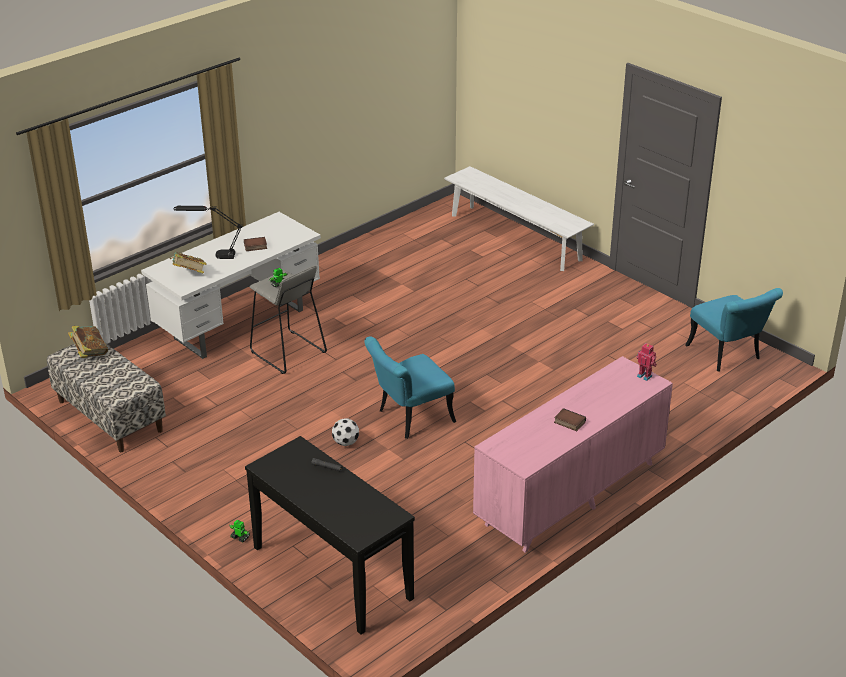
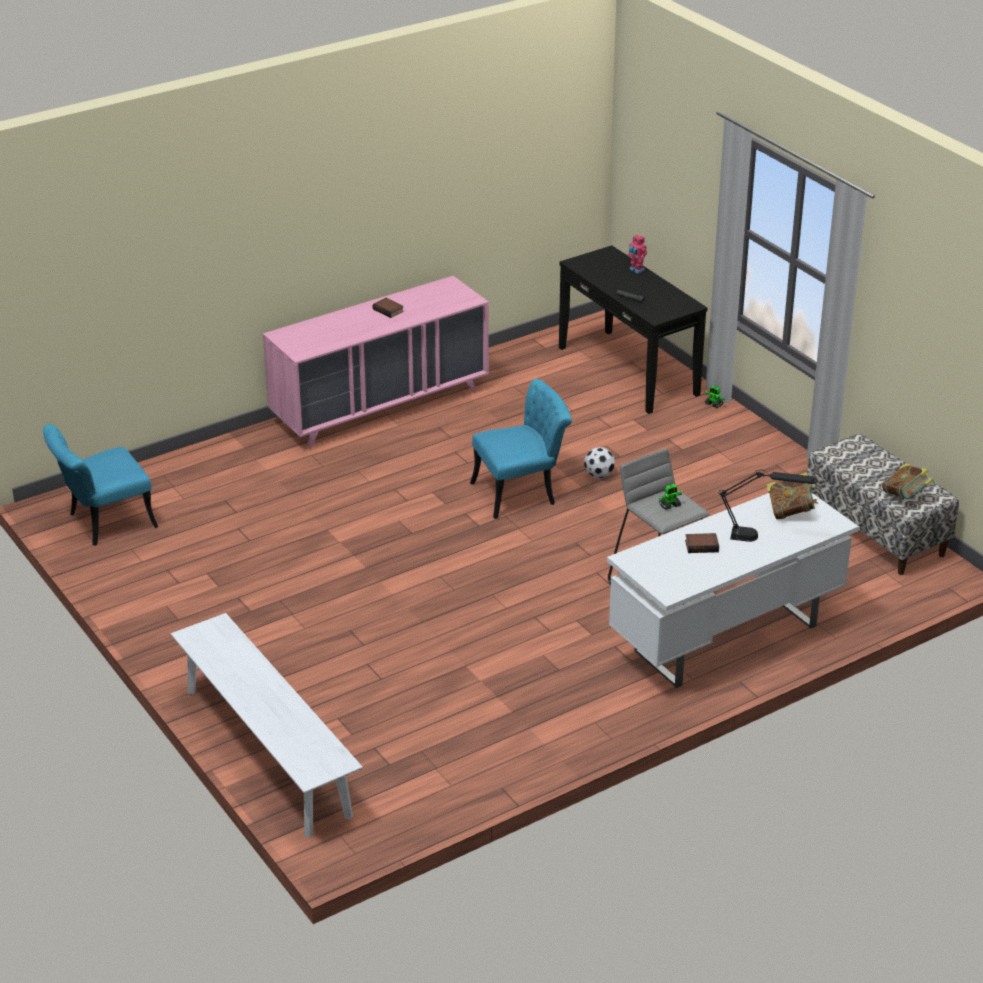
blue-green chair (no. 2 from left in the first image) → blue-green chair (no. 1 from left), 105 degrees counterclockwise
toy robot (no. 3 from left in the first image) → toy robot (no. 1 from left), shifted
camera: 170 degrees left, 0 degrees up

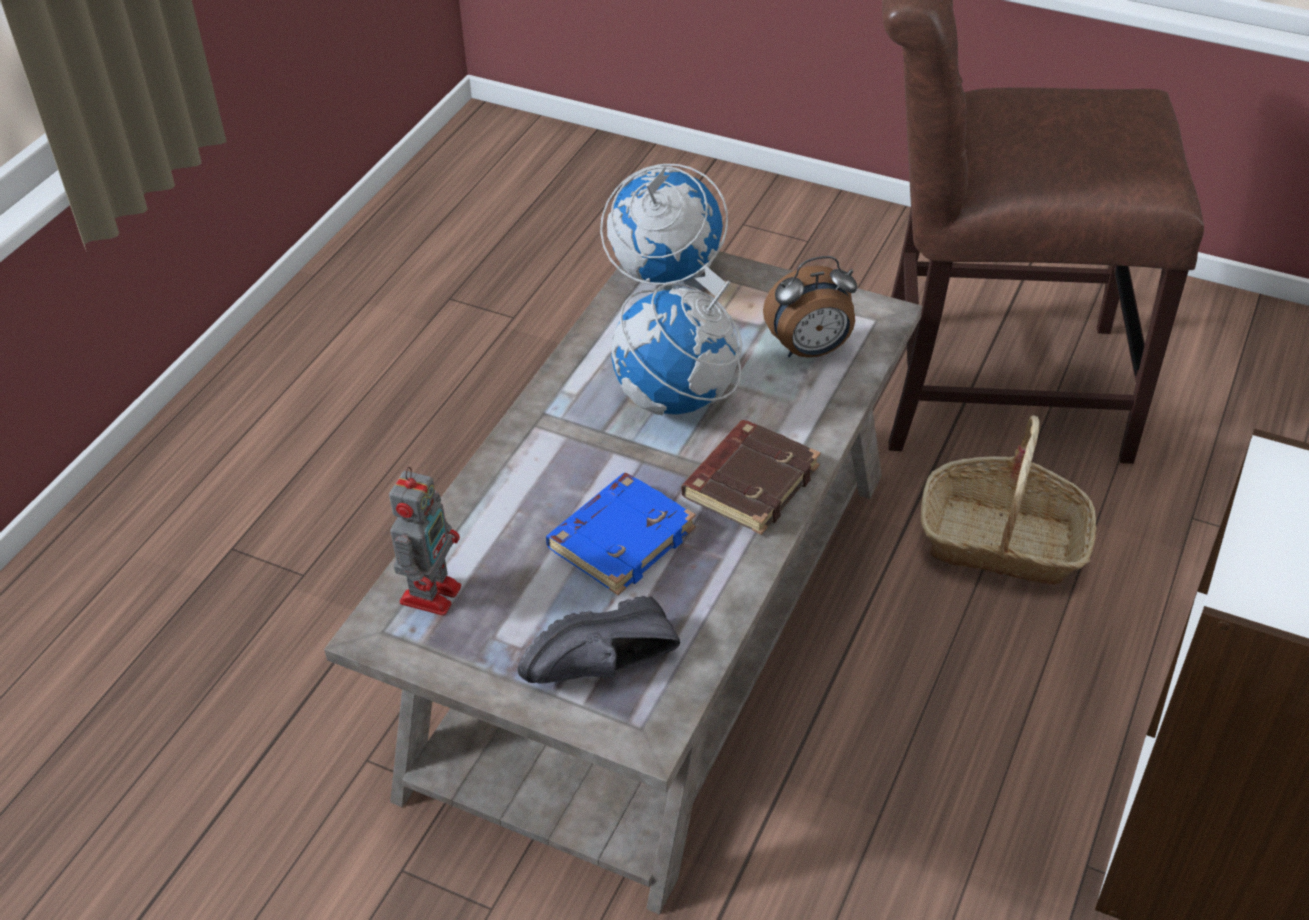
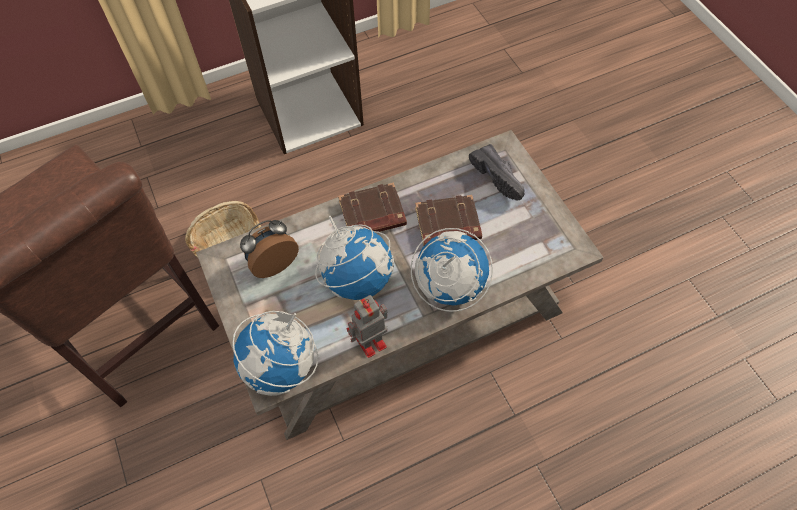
table clock, 60 degrees counterclockwise
toy robot, shifted
- → world globe (no. 3 from left)
blue bound book → brownish bound book (no. 2 from left)
blackish shoe, 45 degrees clockwise
camera: 140 degrees left, 15 degrees up

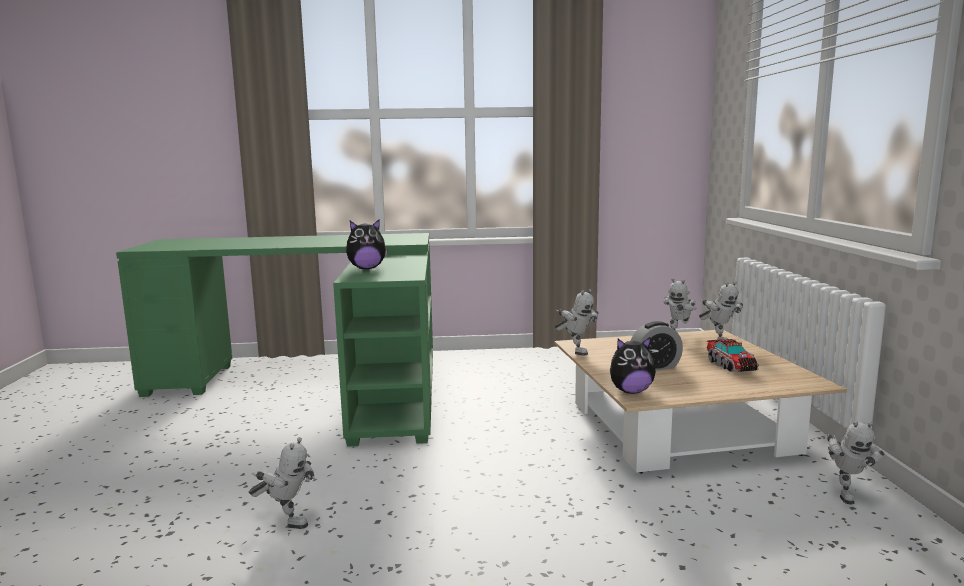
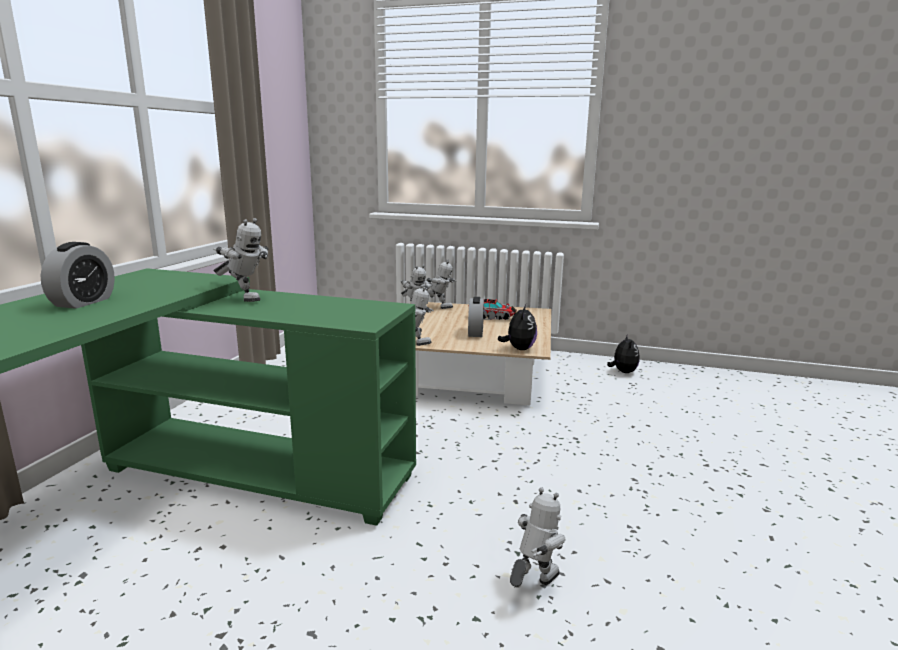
- → table clock (no. 1 from left)
toy robot (no. 5 from left in the first image) → toy robot (no. 1 from left), shifted
plush toy (no. 1 from left in the first image) → plush toy (no. 2 from left), shifted
camera: 70 degrees left, 5 degrees up

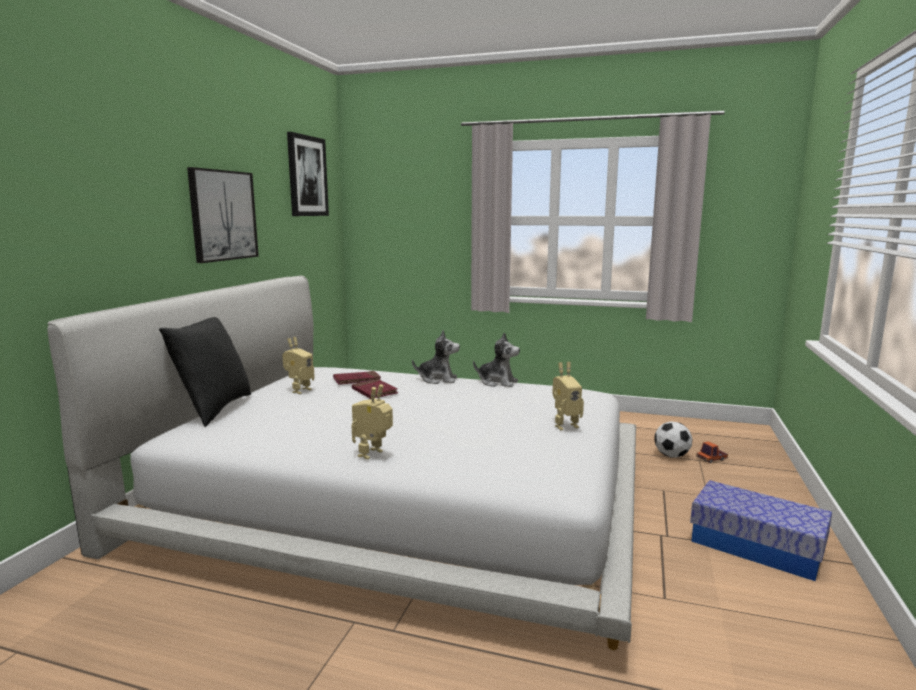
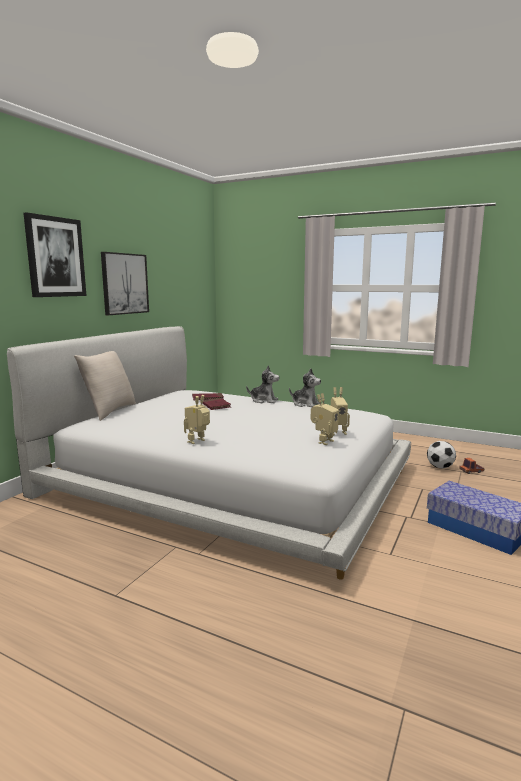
picture (no. 2 from left in the first image) → picture (no. 1 from left), shifted
blackish pillow → sand-coloured pillow
toy robot (no. 1 from left in the first image) → toy robot (no. 2 from left), shifted
camera: 10 degrees right, 0 degrees up

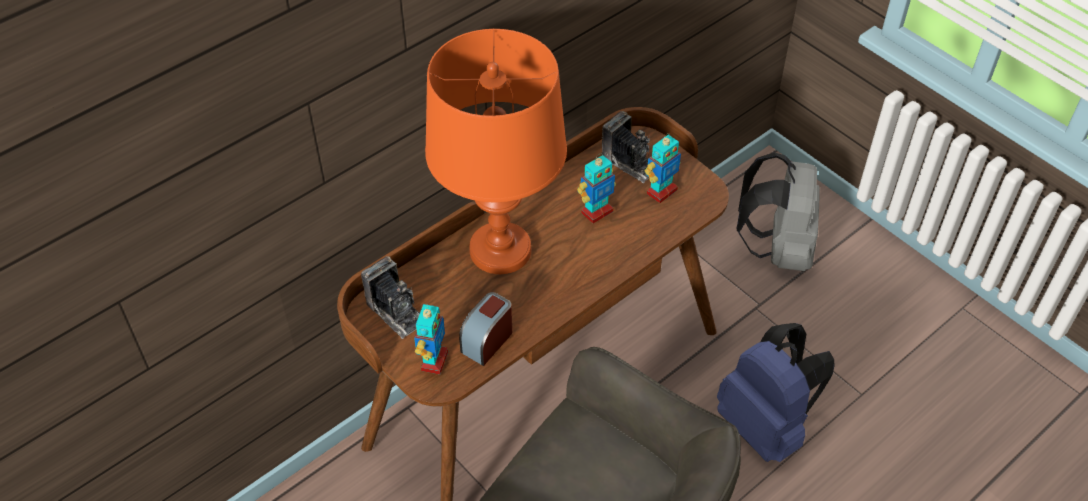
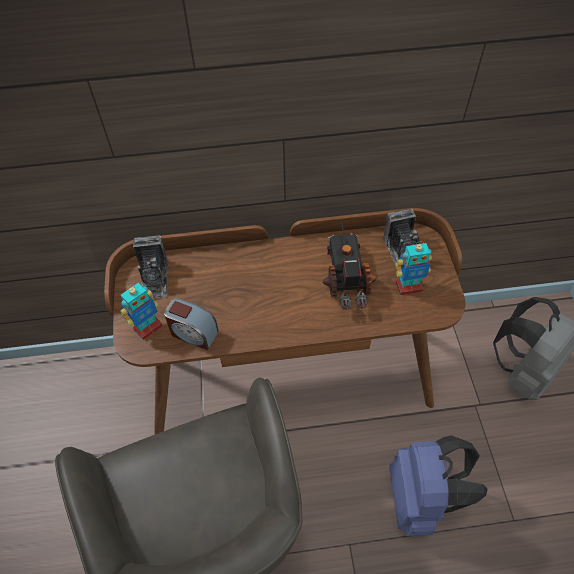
table clock, 135 degrees counterclockwise
toy robot (no. 2 from left) → model truck
orange lamp for a table → -
camera: 35 degrees right, 5 degrees up

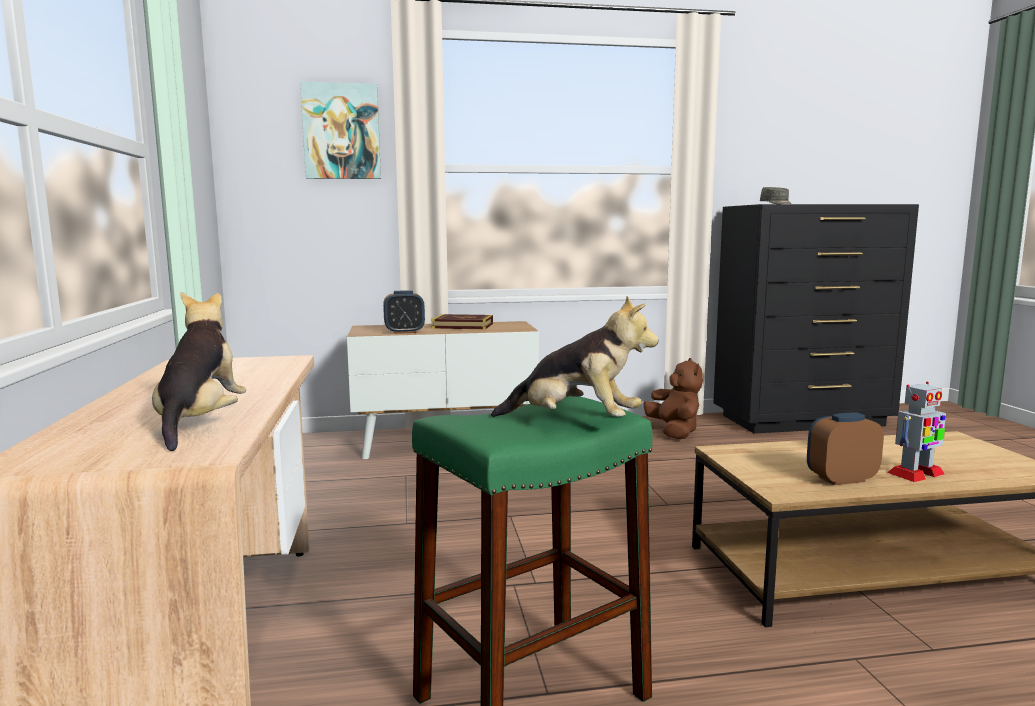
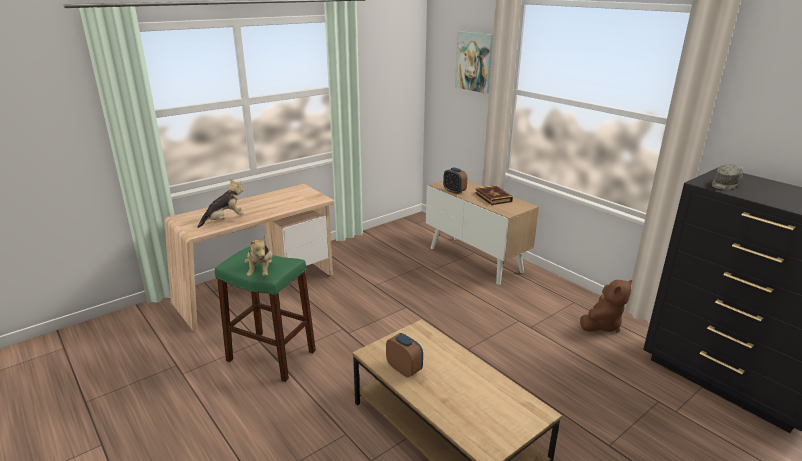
toy robot → -
camera: 60 degrees right, 15 degrees up

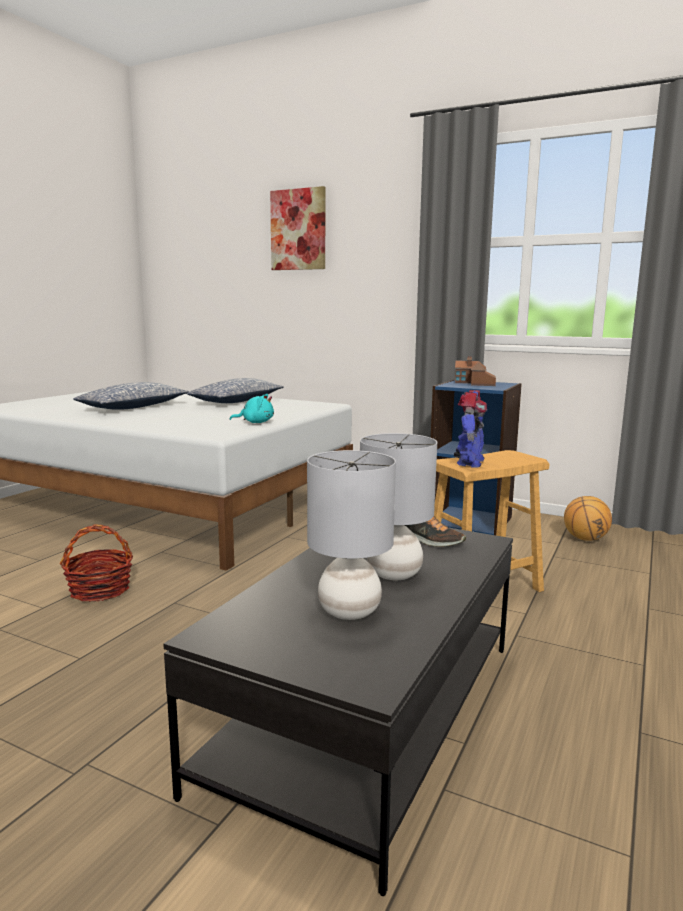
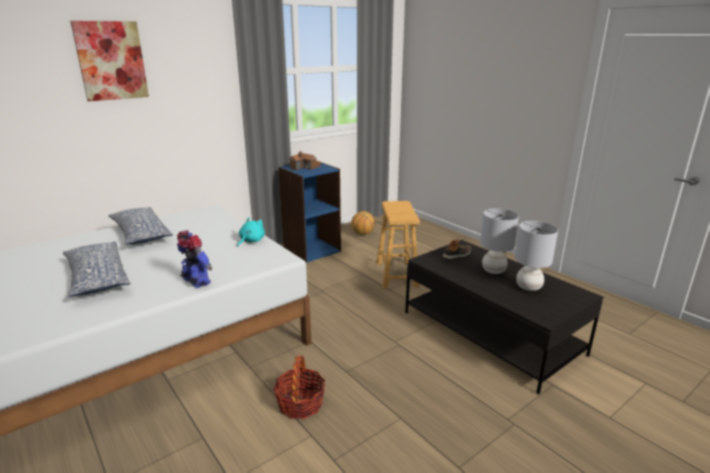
toy robot, shifted
camera: 65 degrees left, 10 degrees up

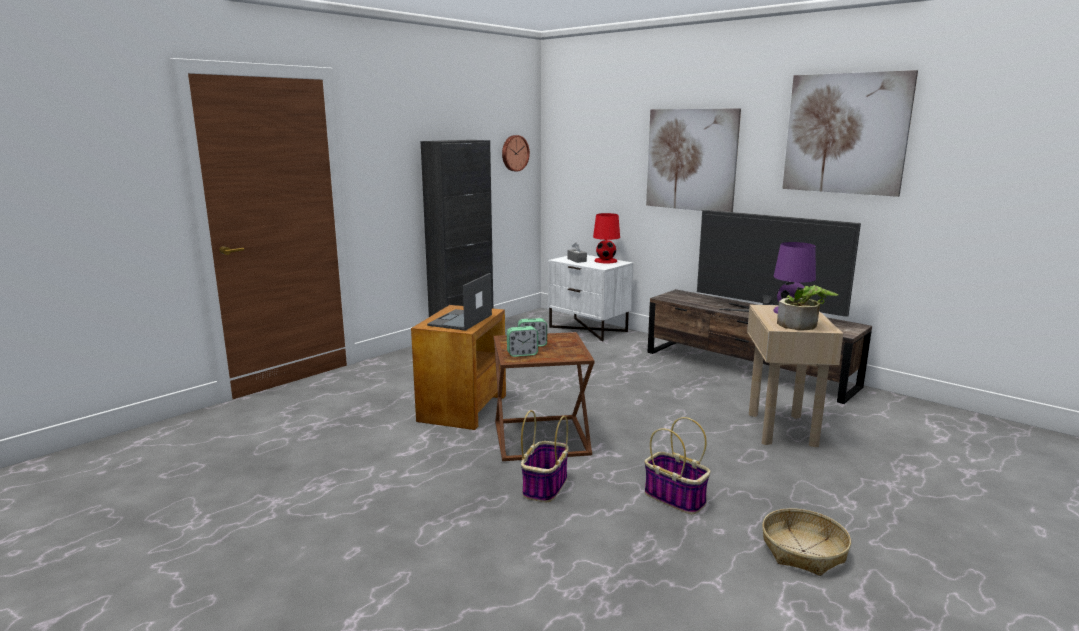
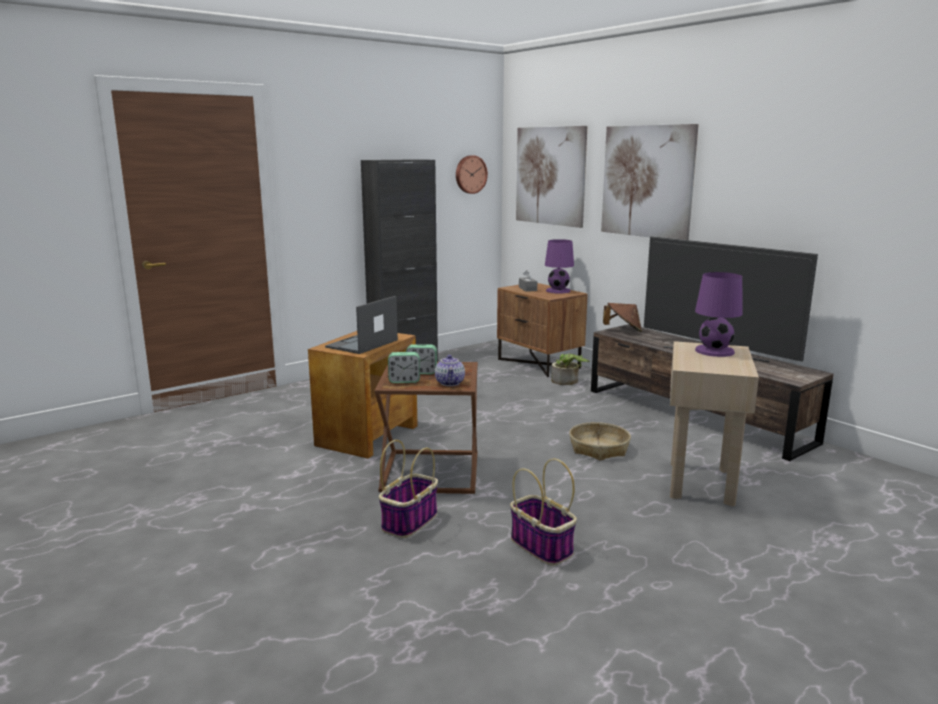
- → teapot
whitish night table → brownish night table
picture (no. 2 from left in the first image) → picture (no. 1 from left), shifted
red-coloured lamp for a table → purple lamp for a table (no. 1 from left)
houseplant, shifted
storage basket (no. 3 from left), shifted
- → brownish hat
camera: 10 degrees right, 0 degrees up

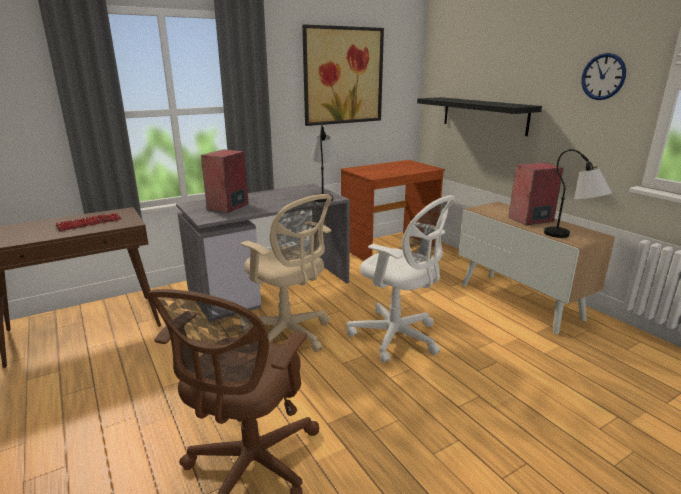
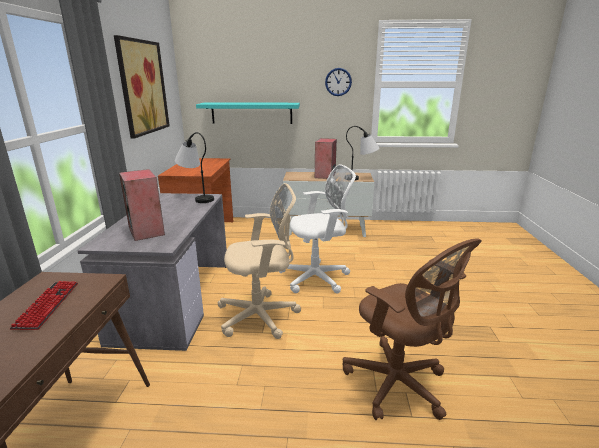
blackish bracket shelf → blue-green bracket shelf
camera: 55 degrees left, 0 degrees up

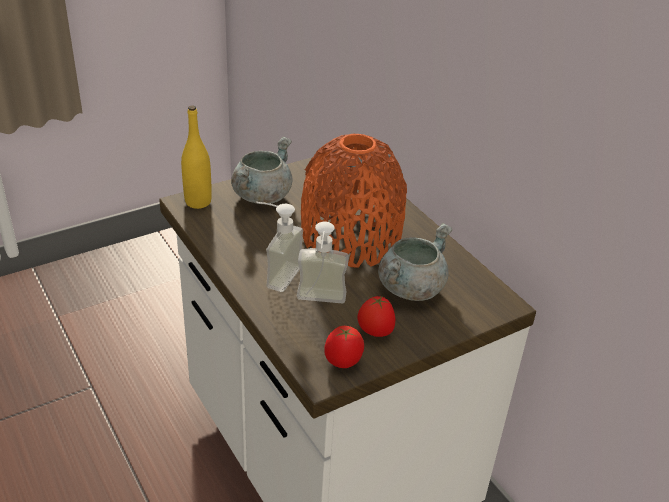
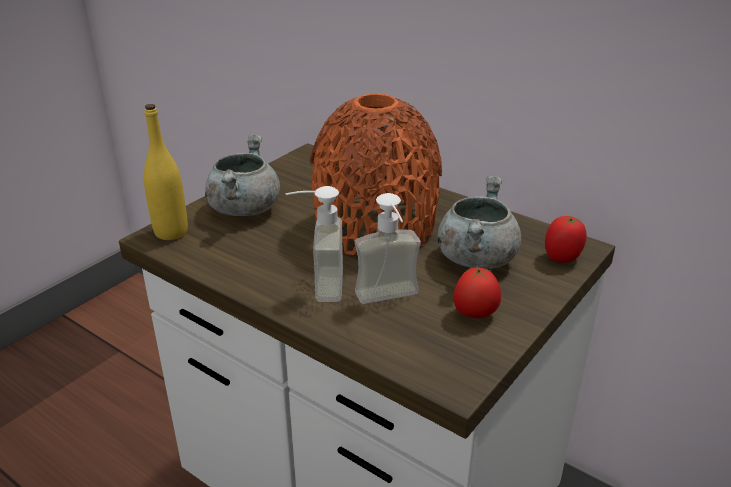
tomato (no. 1 from left in the first image) → tomato (no. 2 from left), shifted
camera: 20 degrees left, 5 degrees down

